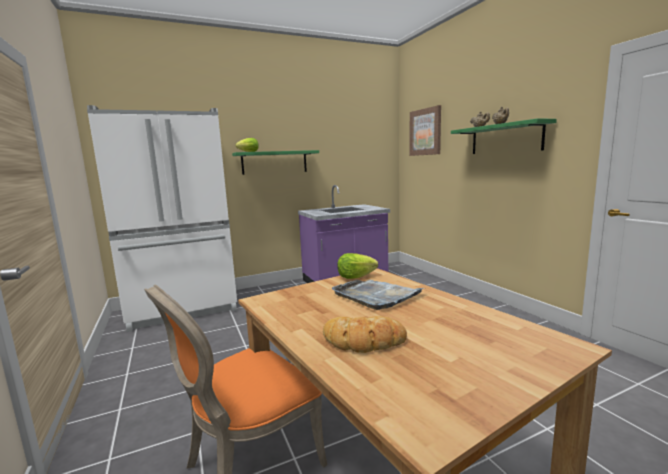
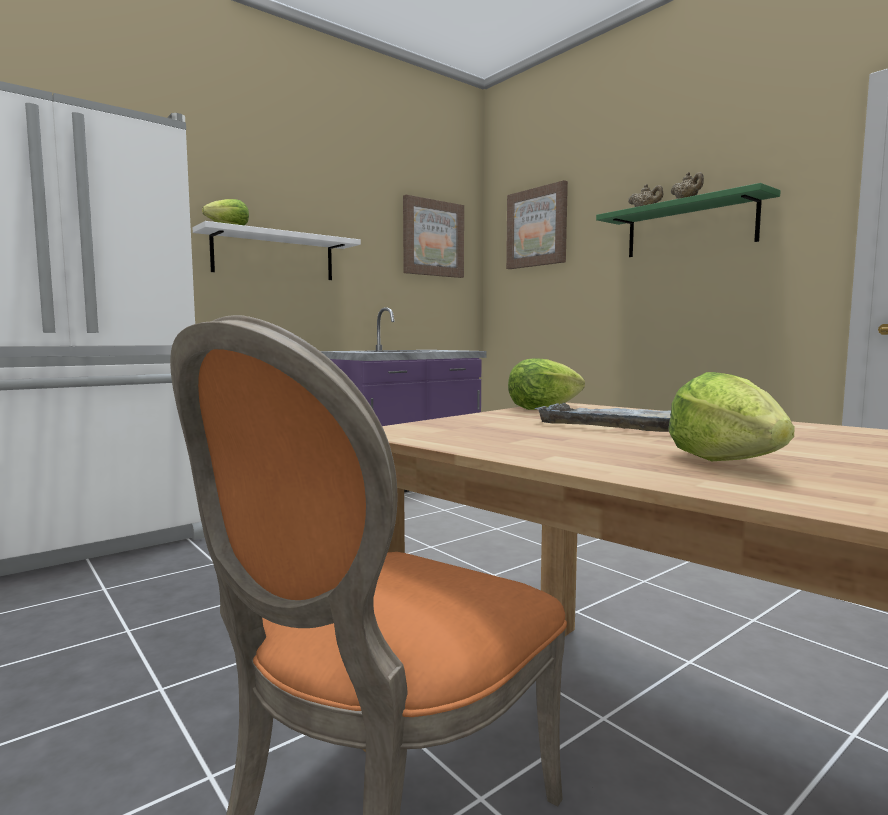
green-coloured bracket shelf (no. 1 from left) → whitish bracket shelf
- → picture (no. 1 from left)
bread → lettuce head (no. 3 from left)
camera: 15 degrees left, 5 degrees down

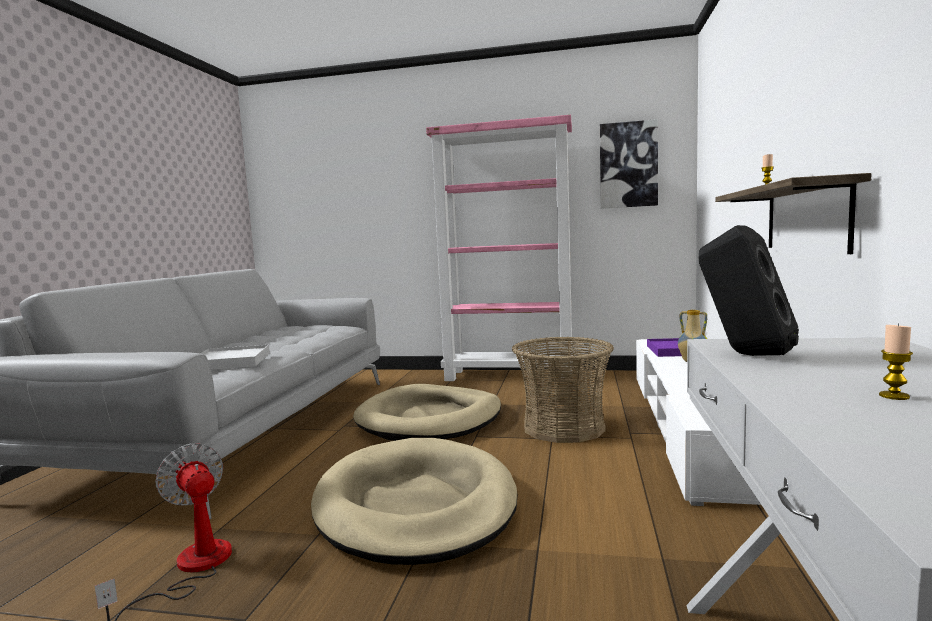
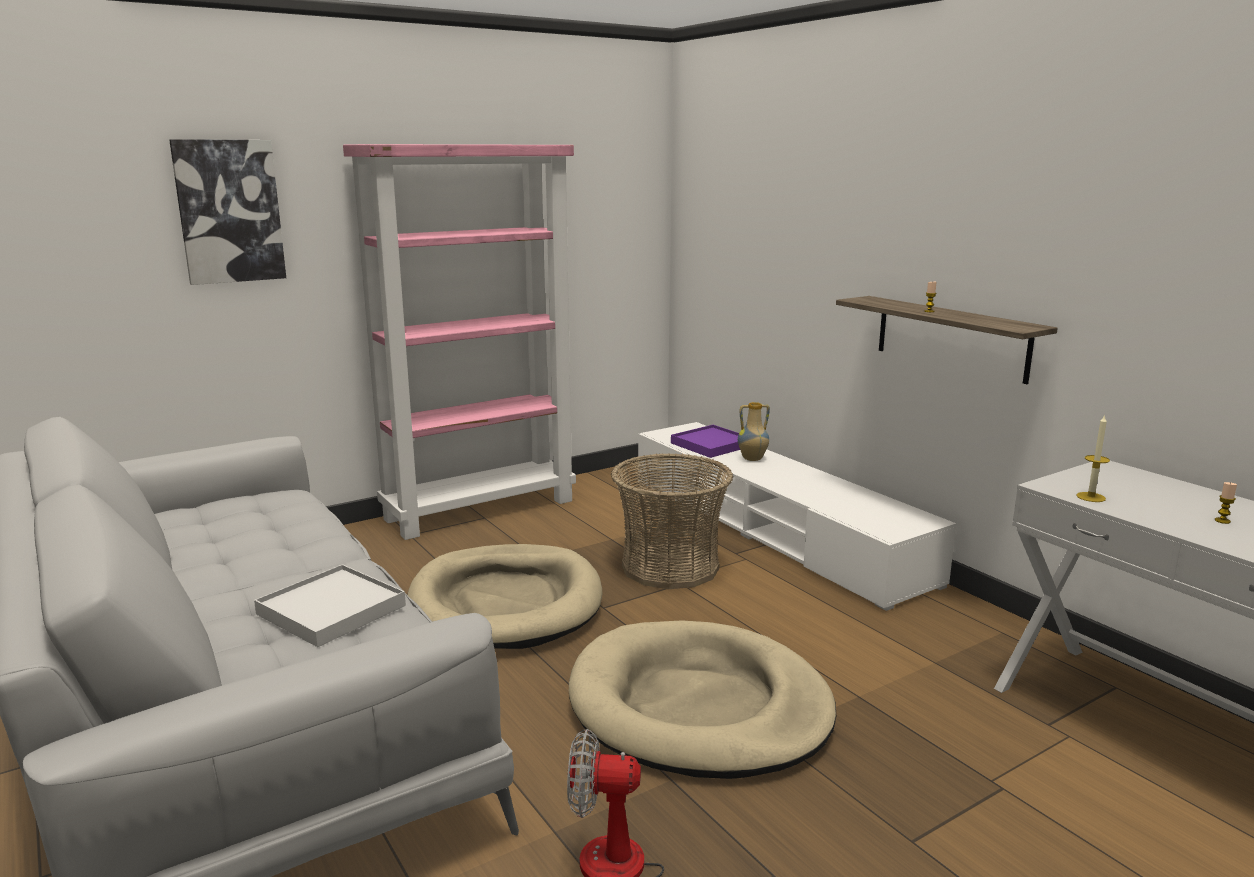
picture, shifted
blackish audio speaker → candle (no. 2 from left)
camera: 45 degrees left, 10 degrees up

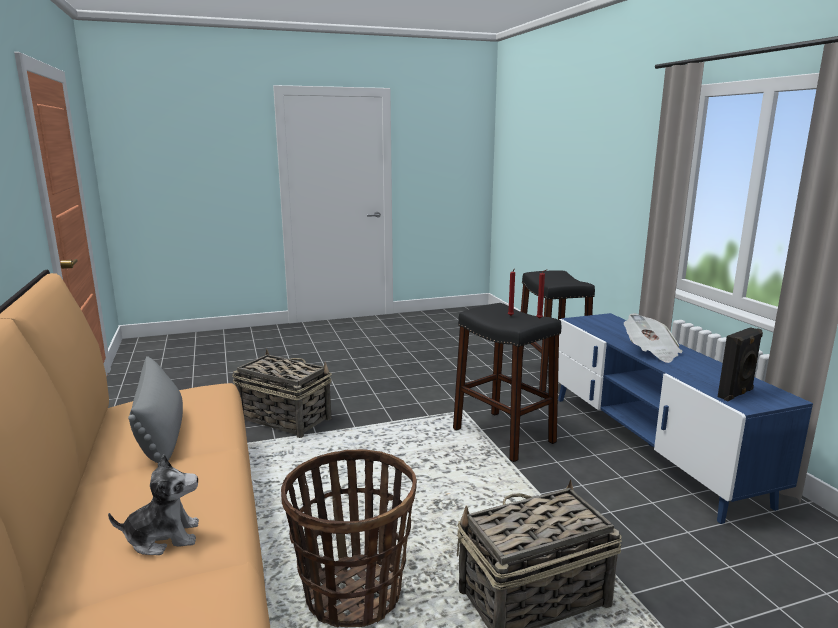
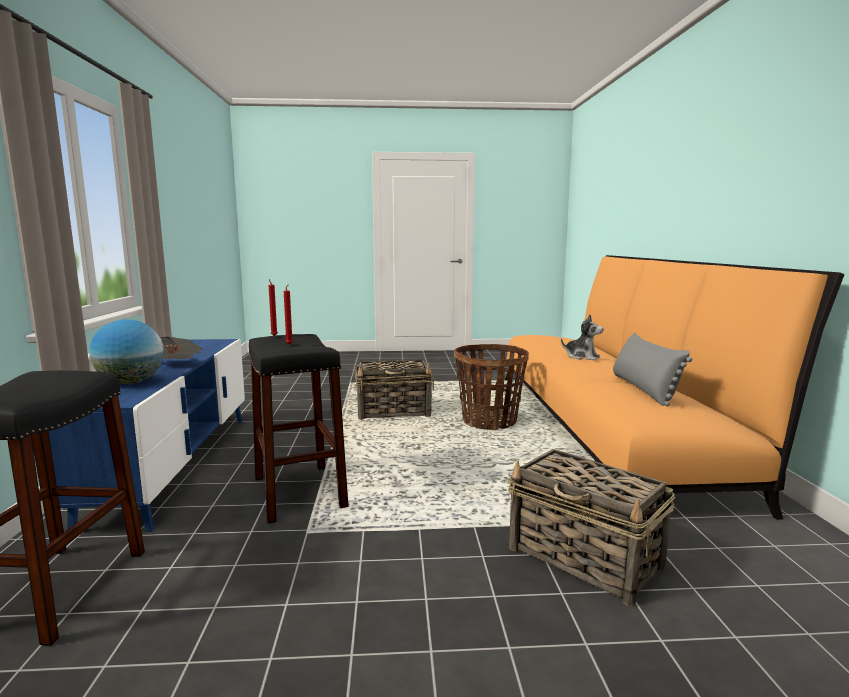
- → world globe
plush toy, 150 degrees counterclockwise
blackish audio speaker → -
camera: 165 degrees left, 5 degrees down

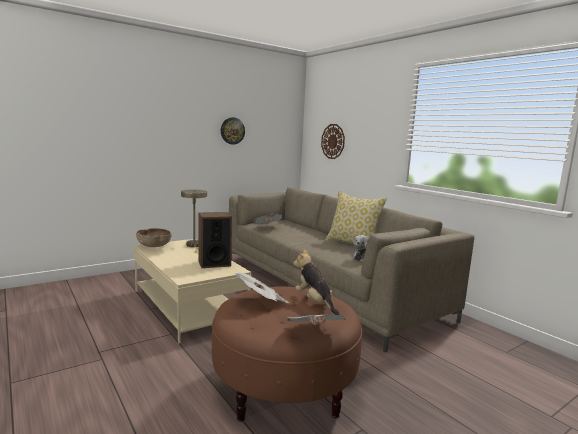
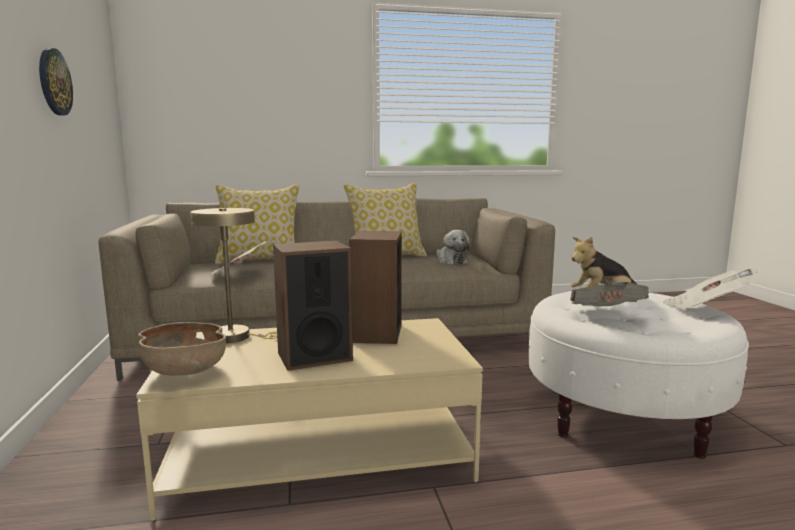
- → pillow (no. 1 from left)
- → audio speaker (no. 1 from left)
brownish pouffe → whitish pouffe
clock on the wall (no. 2 from left) → -
camera: 65 degrees left, 0 degrees up

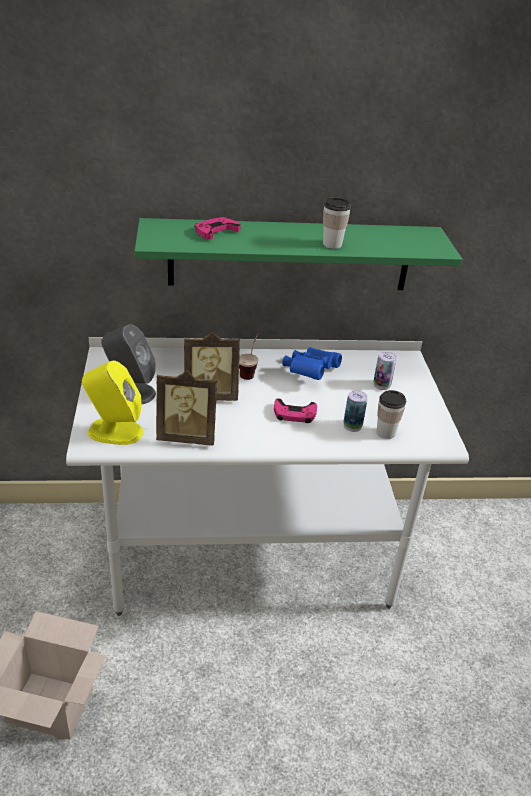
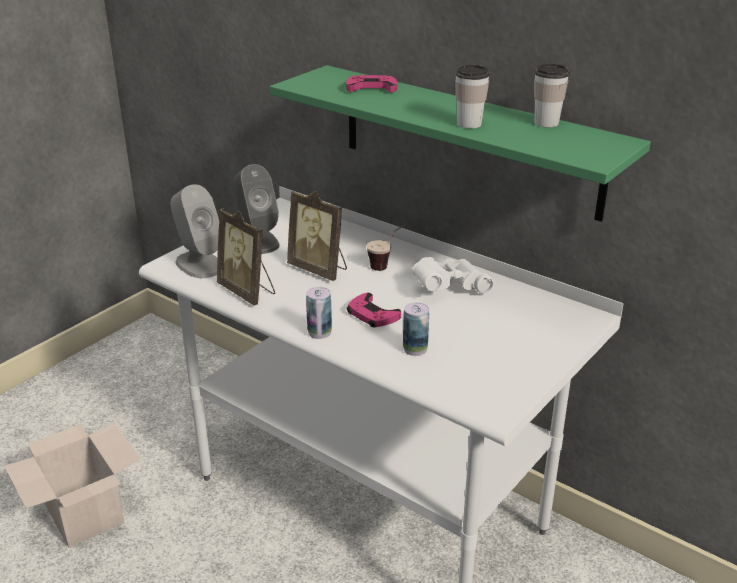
yellow audio speaker → gray audio speaker (no. 1 from left)
sealed can (no. 2 from left in the first image) → sealed can (no. 1 from left), shifted
blue pair of binoculars → whitish pair of binoculars
cup (no. 3 from left), shifted
camera: 45 degrees right, 5 degrees down

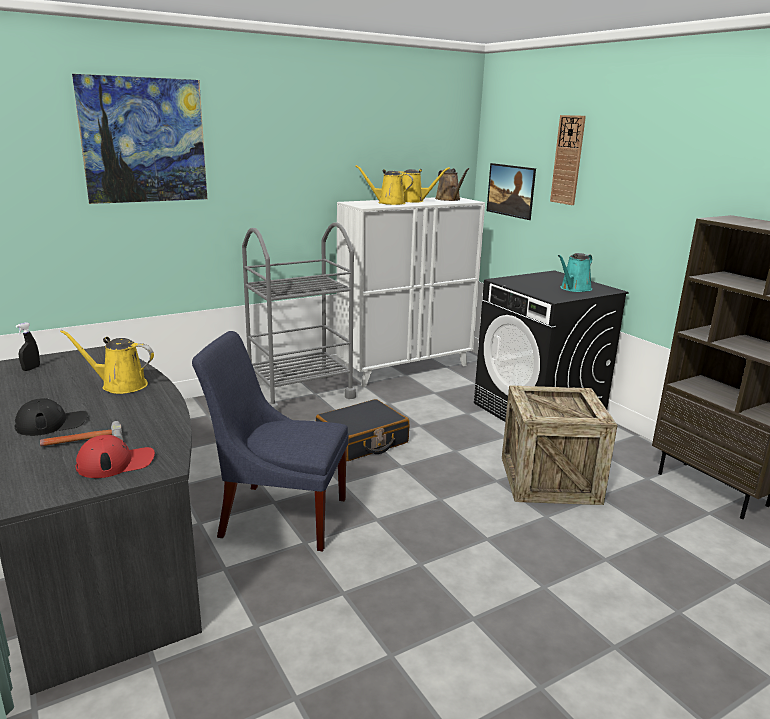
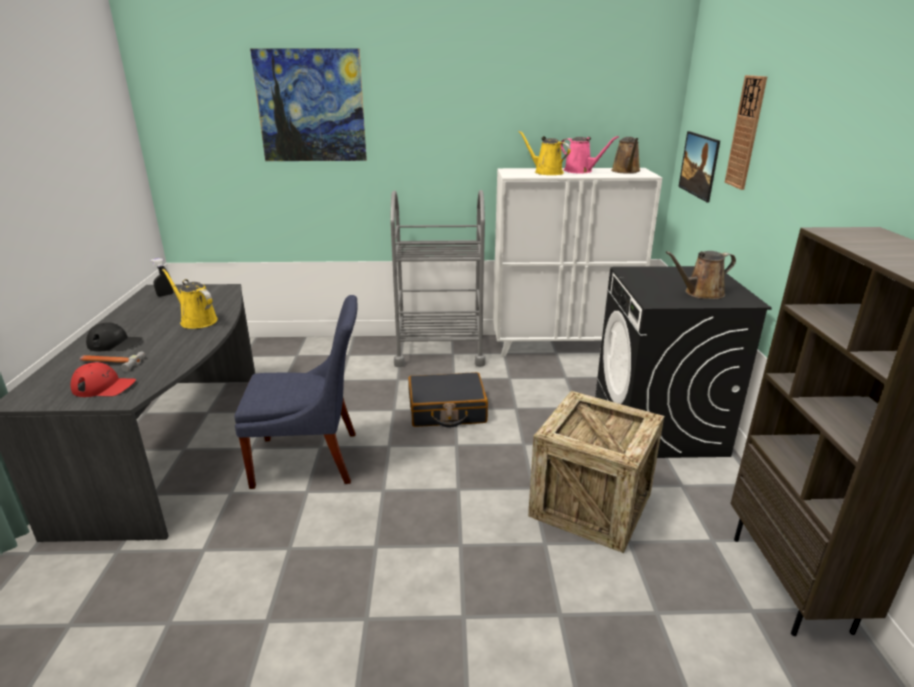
blue chair, 135 degrees clockwise
yellow sprinkling can (no. 3 from left) → pink sprinkling can
blue-green sprinkling can → brownish sprinkling can (no. 2 from left)
camera: 30 degrees right, 5 degrees up

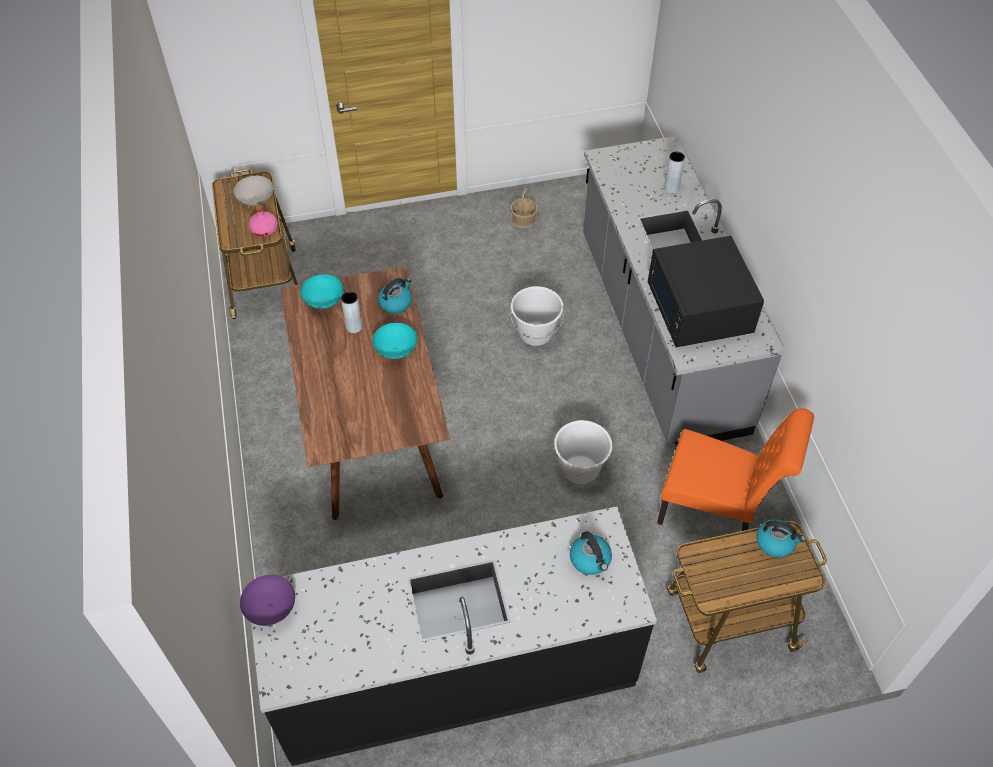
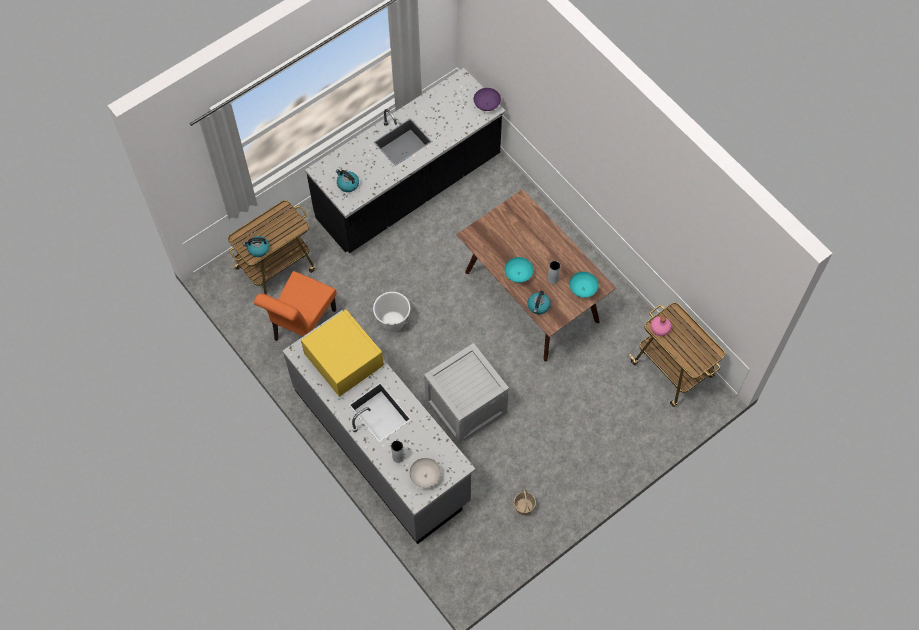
orange chair, 60 degrees counterclockwise
blackish kitchen microwave → yellow kitchen microwave
whitish deep dish, shifted
whitish pail (no. 1 from left) → crate
camera: 155 degrees right, 10 degrees up

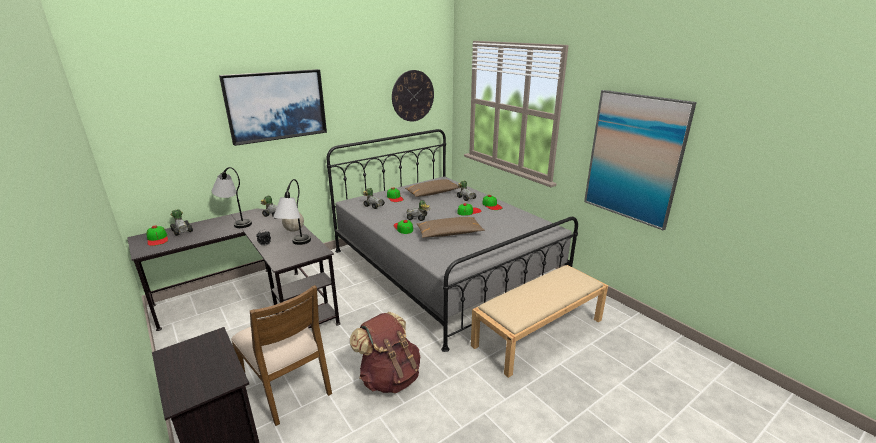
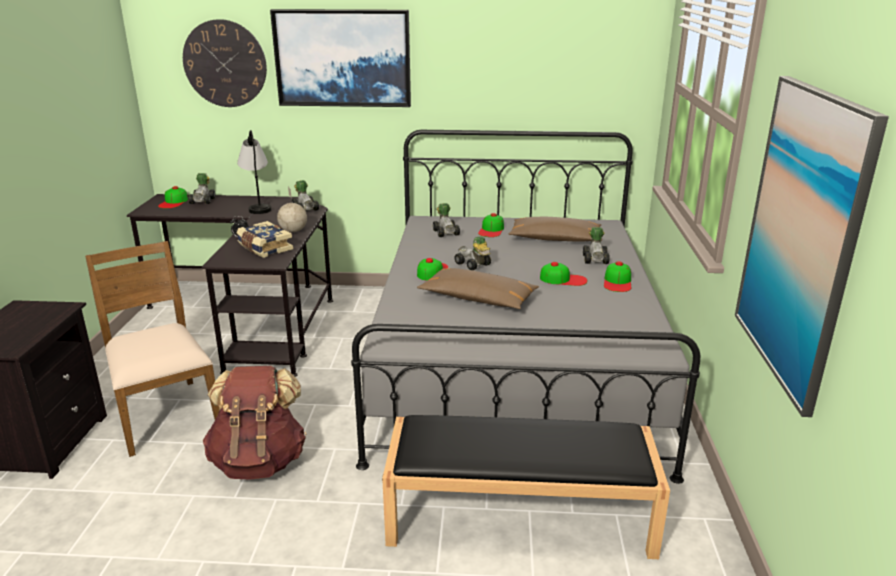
brownish chair, 150 degrees clockwise
clock on the wall, shifted
lamp for a table (no. 2 from left) → bound book
sand-coloured bench → blackish bench
camera: 40 degrees right, 0 degrees up

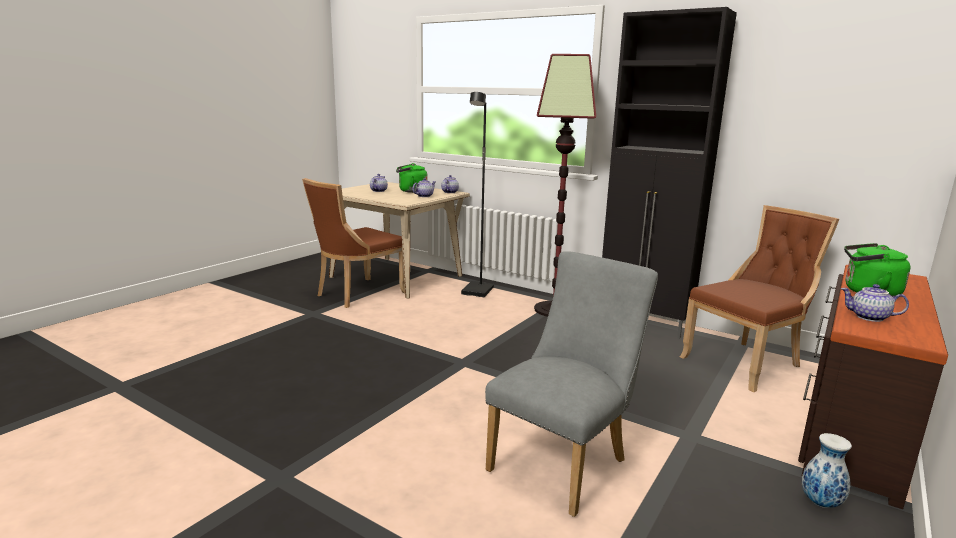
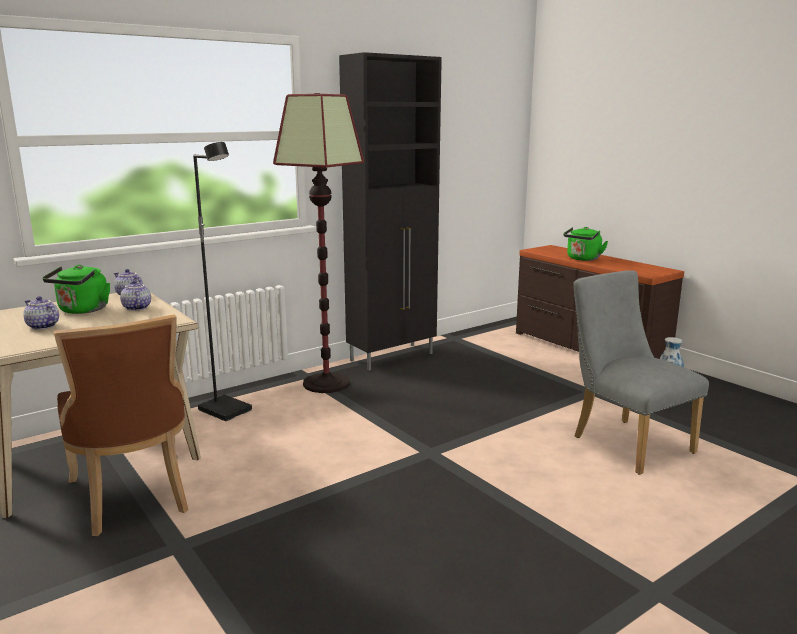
brownish chair (no. 2 from left) → -
teapot (no. 4 from left) → -
camera: 70 degrees left, 0 degrees up

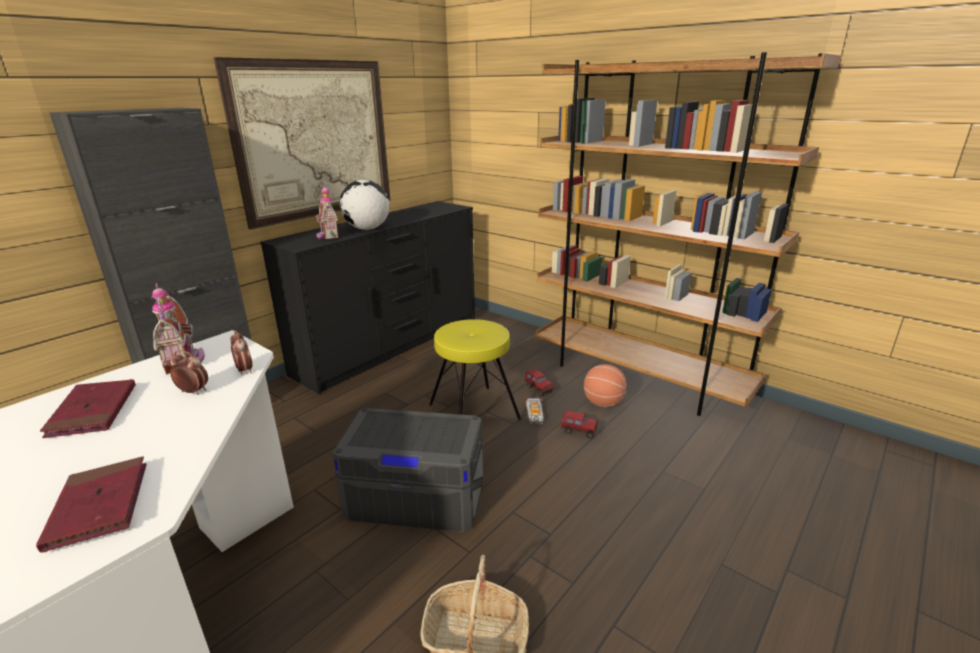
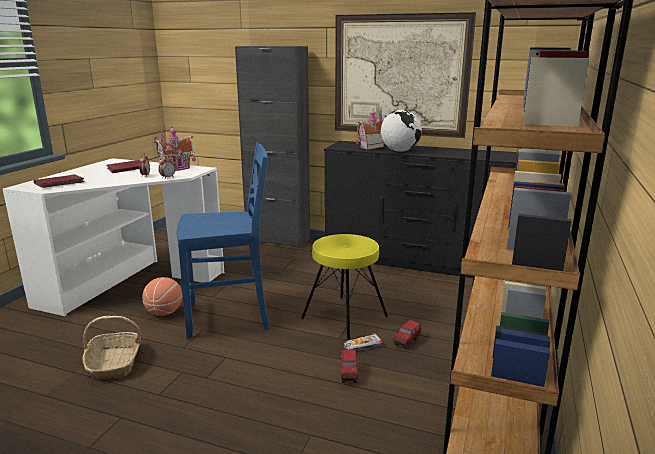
ball for basketball, shifted
gray storage box → blue chair
camera: 70 degrees right, 5 degrees down

